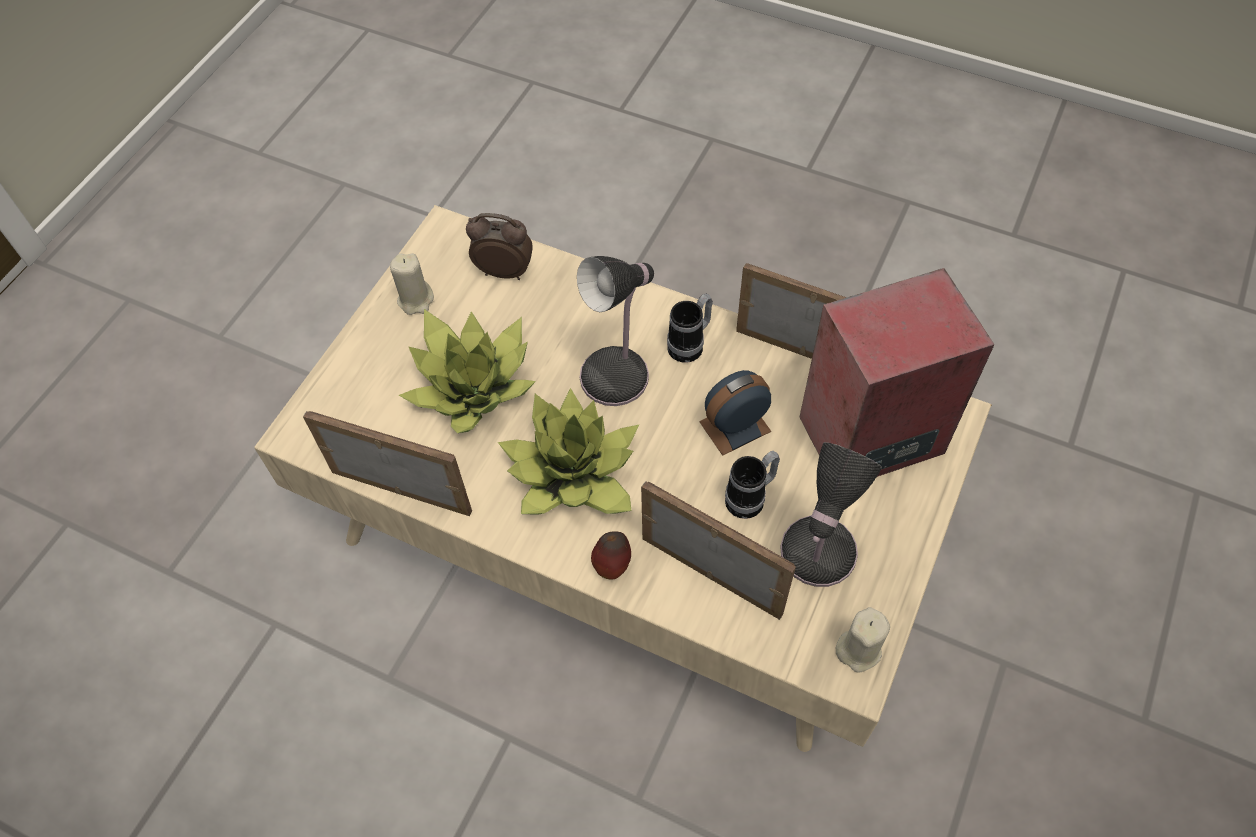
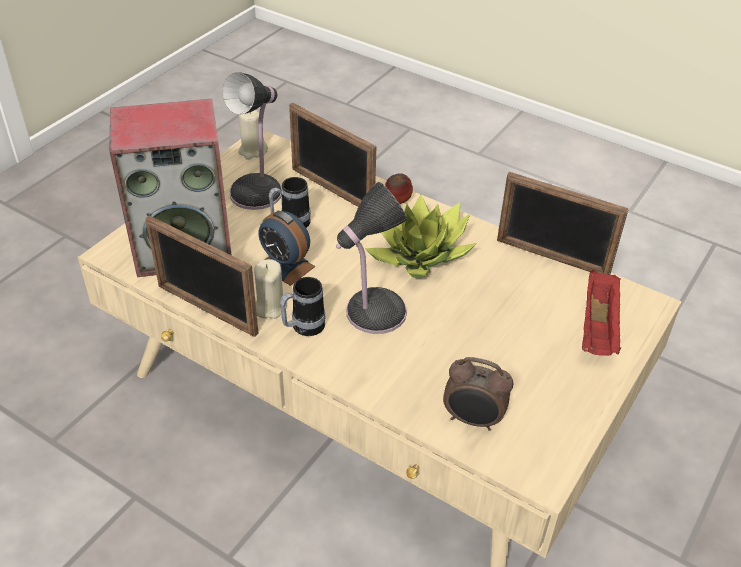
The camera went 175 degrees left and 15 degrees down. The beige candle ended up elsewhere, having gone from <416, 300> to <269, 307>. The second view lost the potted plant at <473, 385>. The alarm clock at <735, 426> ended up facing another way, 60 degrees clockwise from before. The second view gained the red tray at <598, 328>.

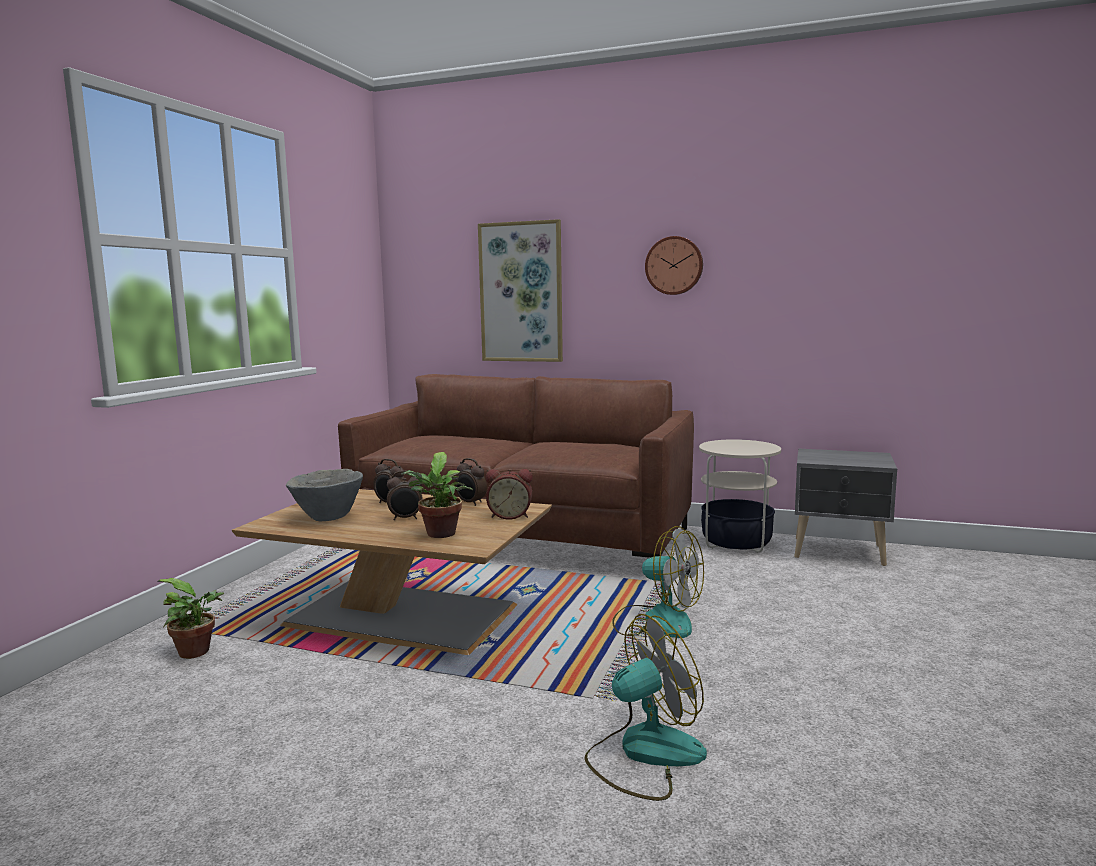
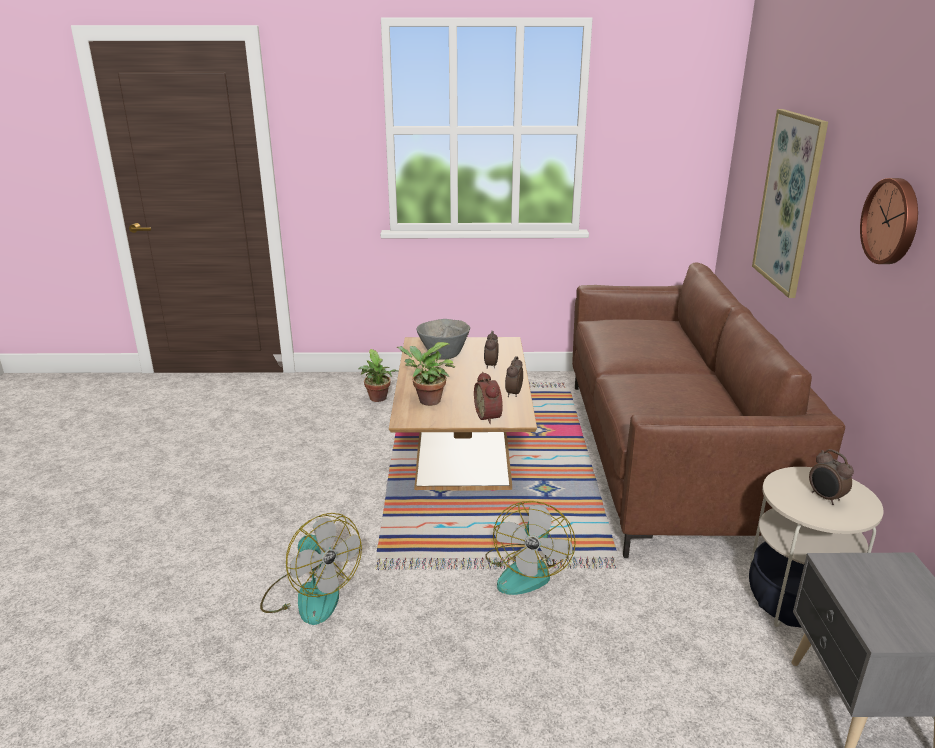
The camera went 70 degrees right and 15 degrees up. The alarm clock ended up elsewhere, having gone from <405, 518> to <825, 498>.

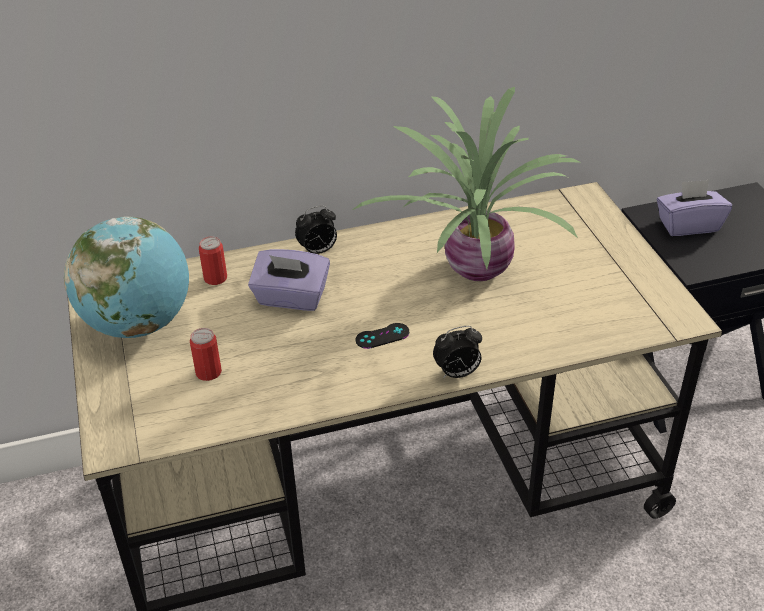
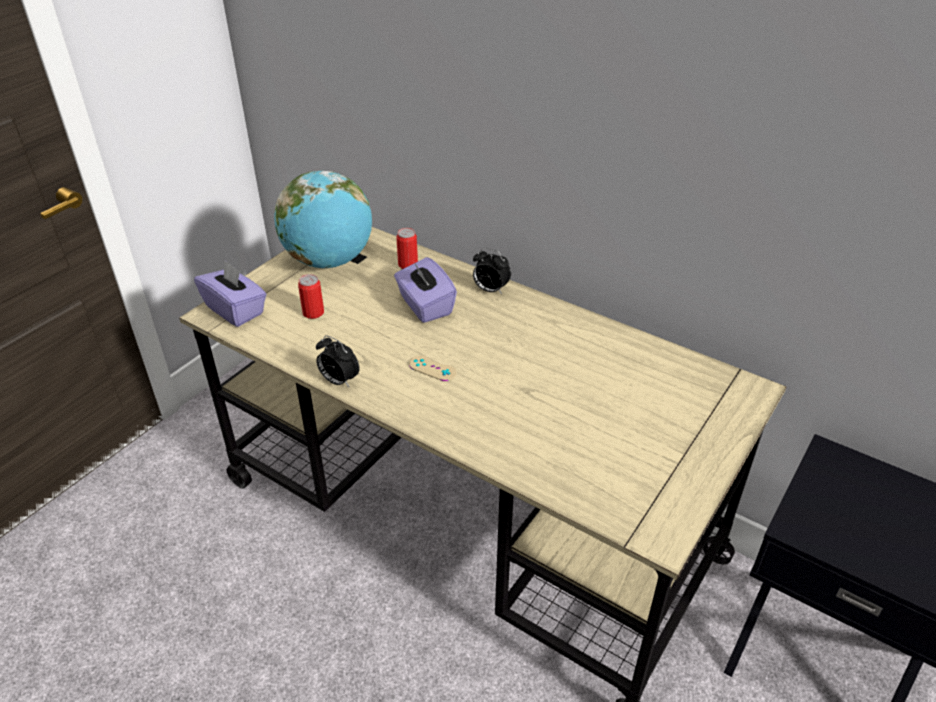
The camera went 50 degrees right and 0 degrees up. The second view lost the potted plant at <474, 267>. The purple tissue box ended up elsewhere, having gone from <688, 225> to <236, 310>. What was the black game controller at <382, 336> turned into the beige game controller at <432, 368>. The alarm clock ended up elsewhere, having gone from <457, 373> to <338, 381>.

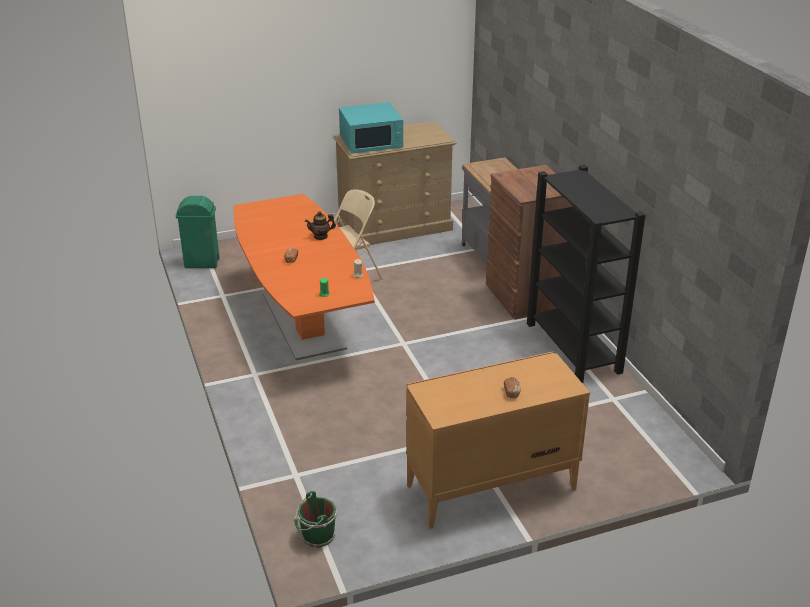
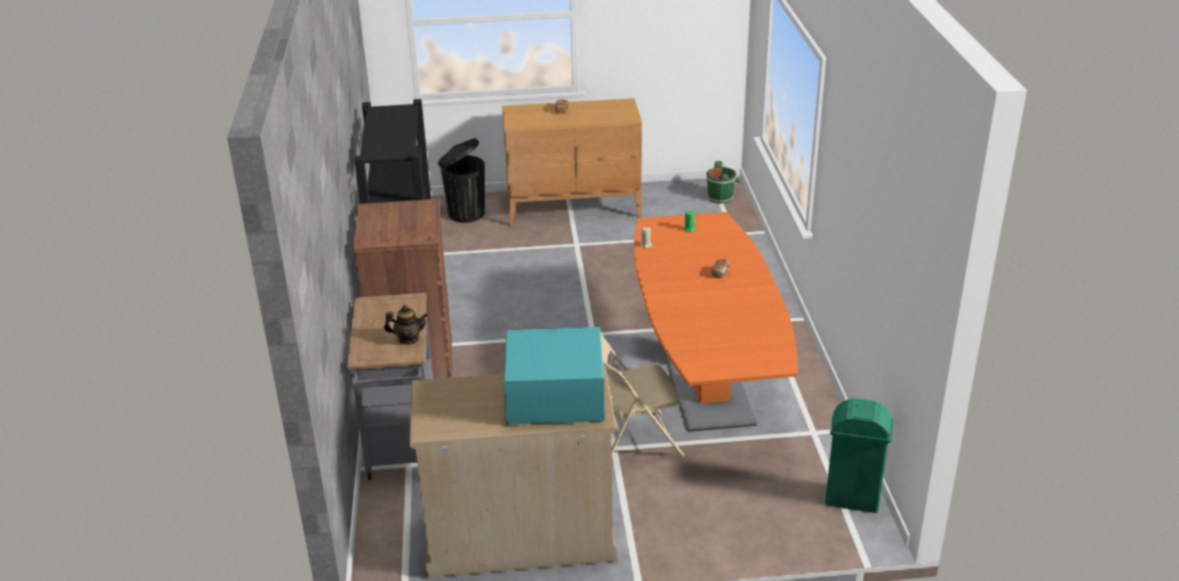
The camera went 165 degrees left and 0 degrees up. The teapot ended up elsewhere, having gone from <321, 236> to <408, 339>. The second view gained the black trash can at <465, 213>.

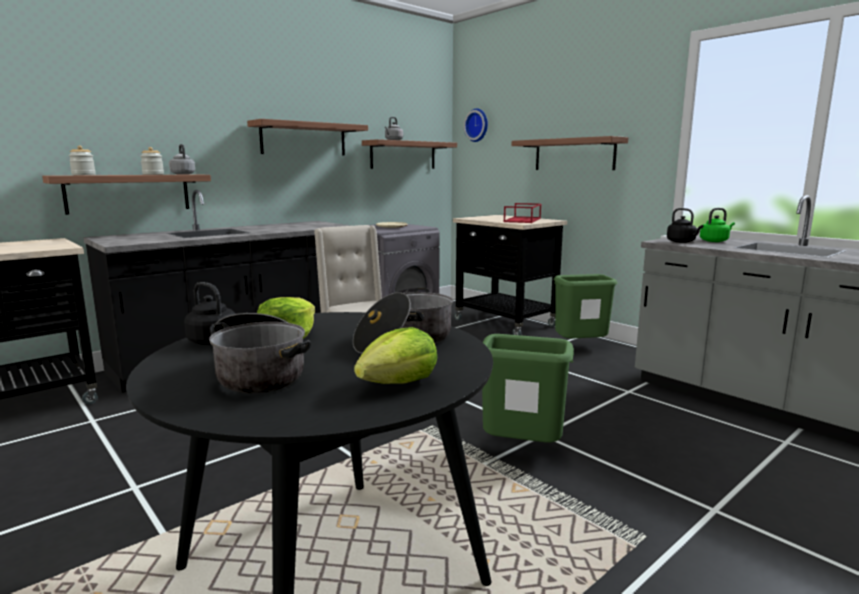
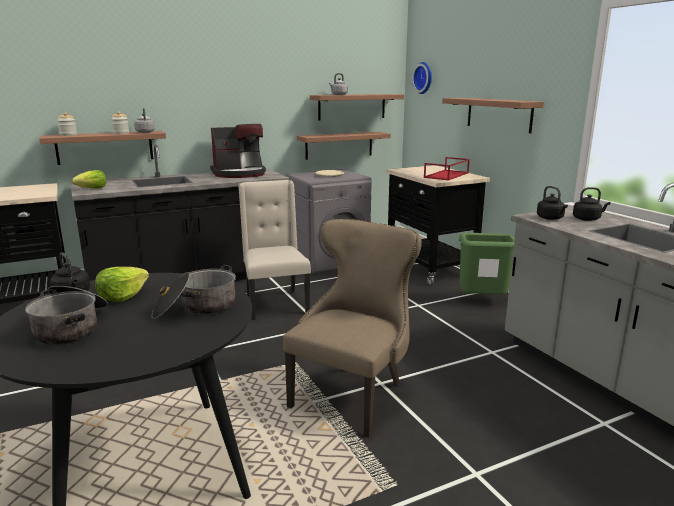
The camera went 15 degrees right and 5 degrees up. The shelf ended up elsewhere, having gone from <304, 139> to <339, 145>. What was the green kettle at <715, 241> turned into the black kettle at <587, 219>. The lettuce ended up elsewhere, having gone from <398, 383> to <92, 189>. Where the green trash can stood at <522, 450>, the beige chair came to stand at <353, 395>. The second view gained the coffee machine at <239, 174>.

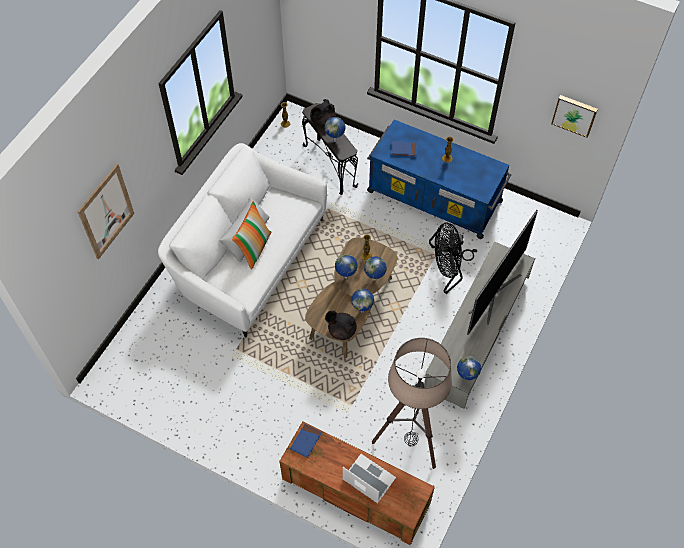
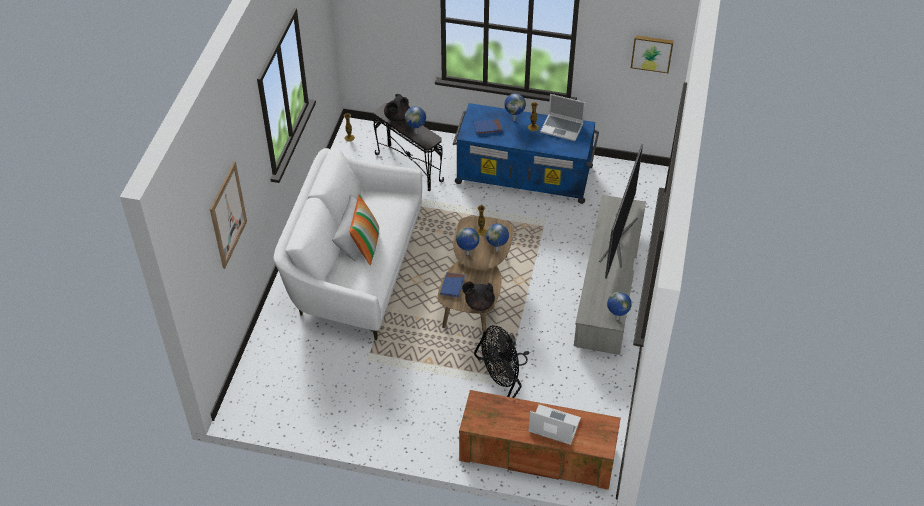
The camera went 15 degrees left and 10 degrees down. The black fan ended up elsewhere, having gone from <449, 266> to <503, 375>. The globe ended up elsewhere, having gone from <362, 310> to <514, 119>. The second view lost the floor lamp at <410, 438>. The blue book ended up elsewhere, having gone from <306, 441> to <452, 286>. The second view gained the laptop at <562, 128>.

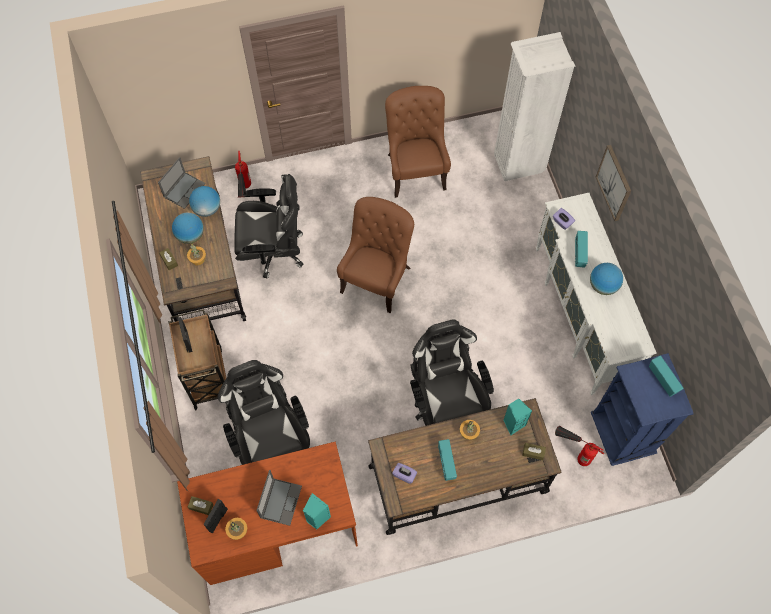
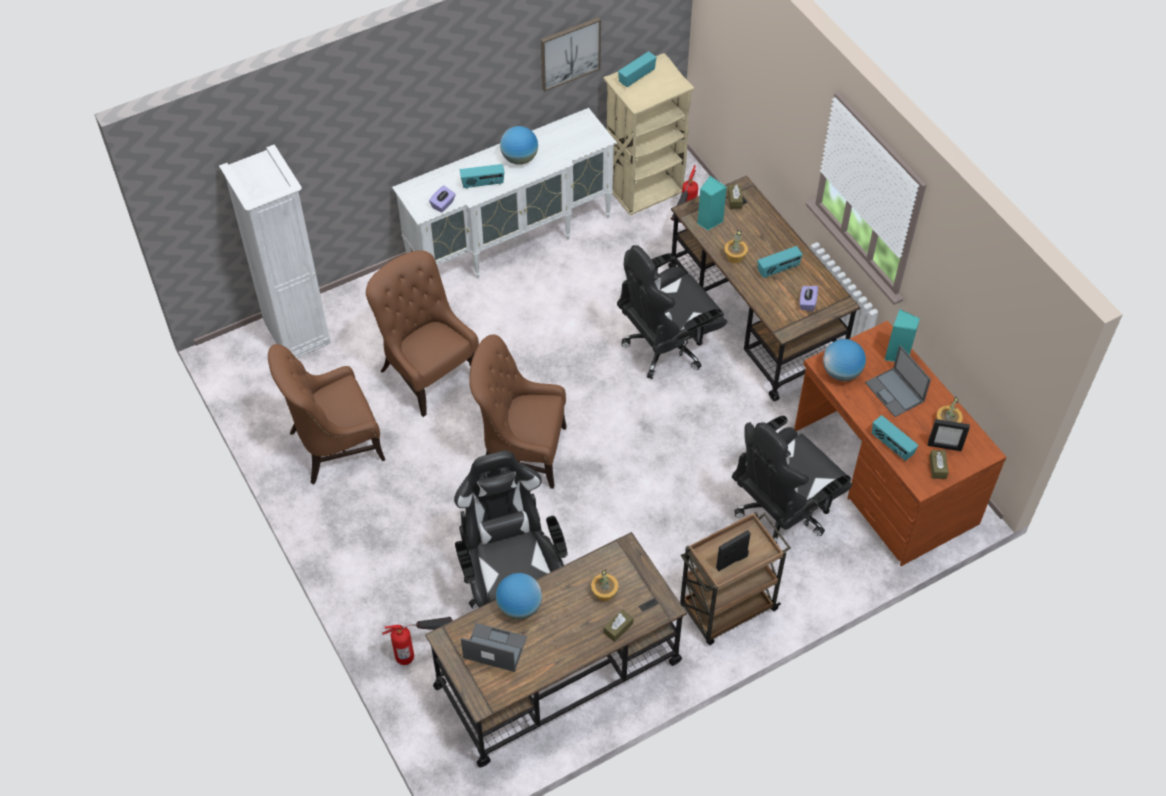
The camera went 105 degrees left and 10 degrees down. The picture ended up elsewhere, having gone from <614, 183> to <570, 53>. The globe ended up elsewhere, having gone from <190, 235> to <841, 372>. What was the blue bookcase at <623, 433> turned into the beige bookcase at <644, 185>. The laptop at <281, 501> ended up facing another way, 120 degrees counterclockwise from before. The second view gained the brown chair at <428, 373>. The second view gained the radio at <891, 445>.

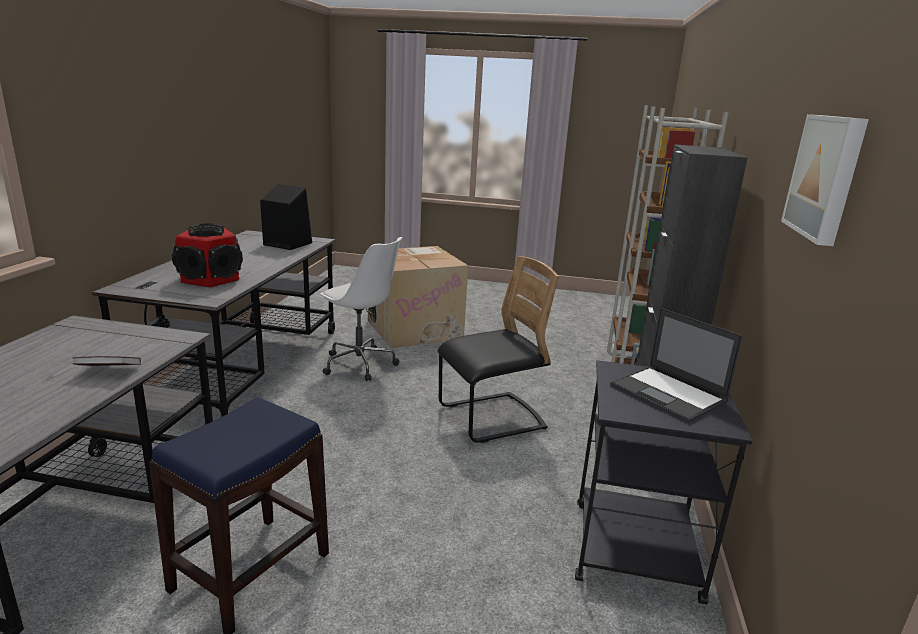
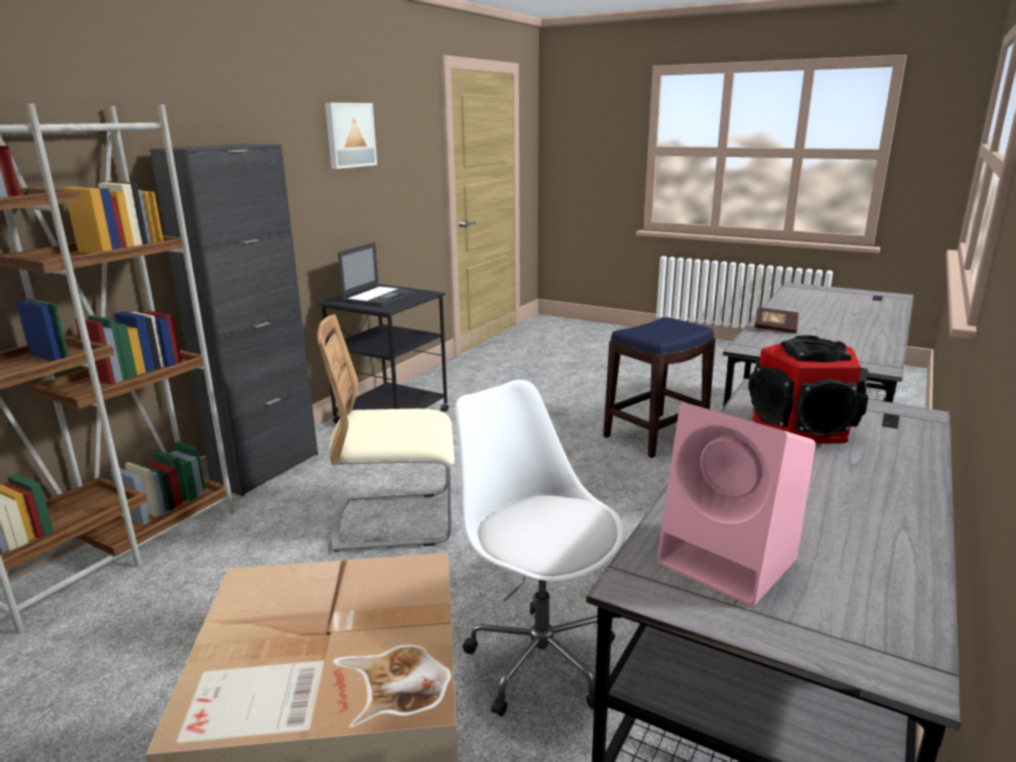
The camera went 160 degrees left and 0 degrees up. What was the black speaker at <286, 244> turned into the pink speaker at <731, 562>. What was the black chair at <491, 418> turned into the beige chair at <395, 520>. The laptop at <669, 394> ended up facing another way, 45 degrees clockwise from before.

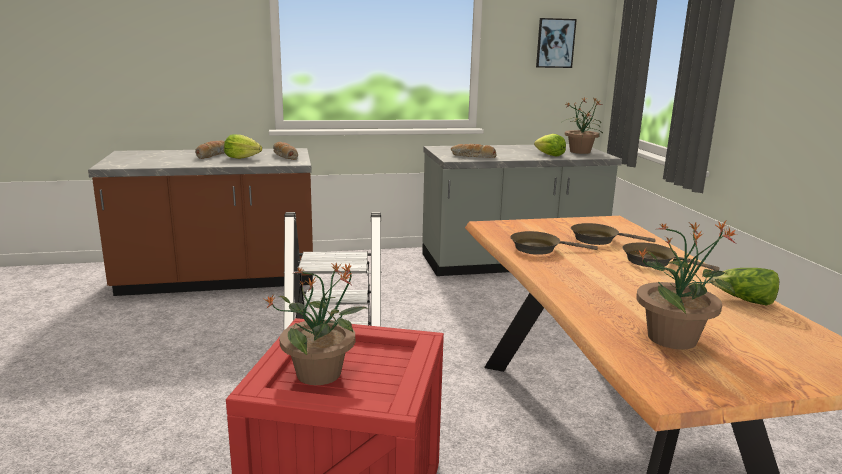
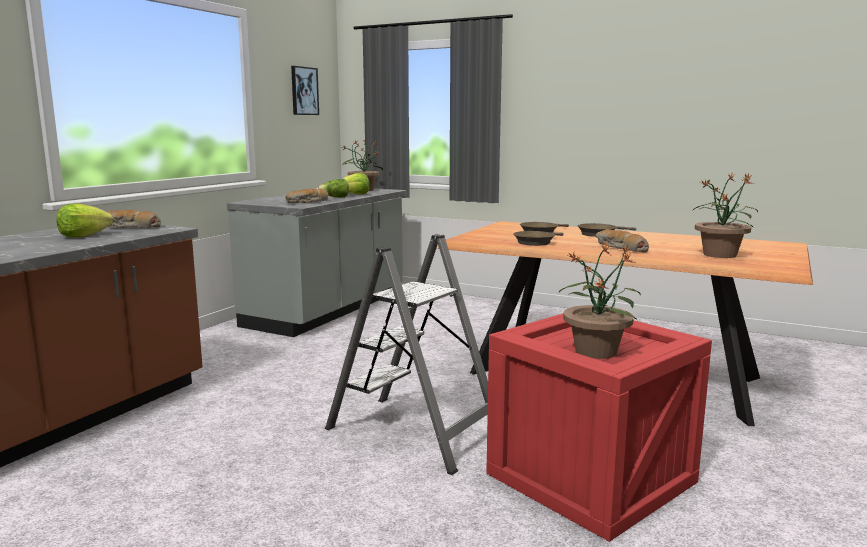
The camera went 50 degrees left and 5 degrees down. The bread ended up elsewhere, having gone from <212, 155> to <619, 248>. The lettuce ended up elsewhere, having gone from <744, 300> to <334, 197>.

